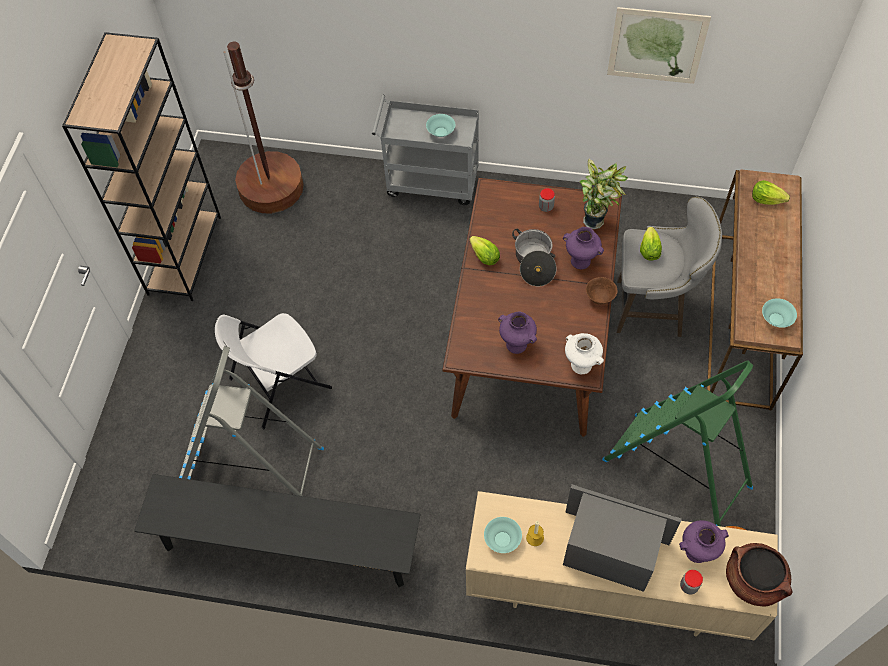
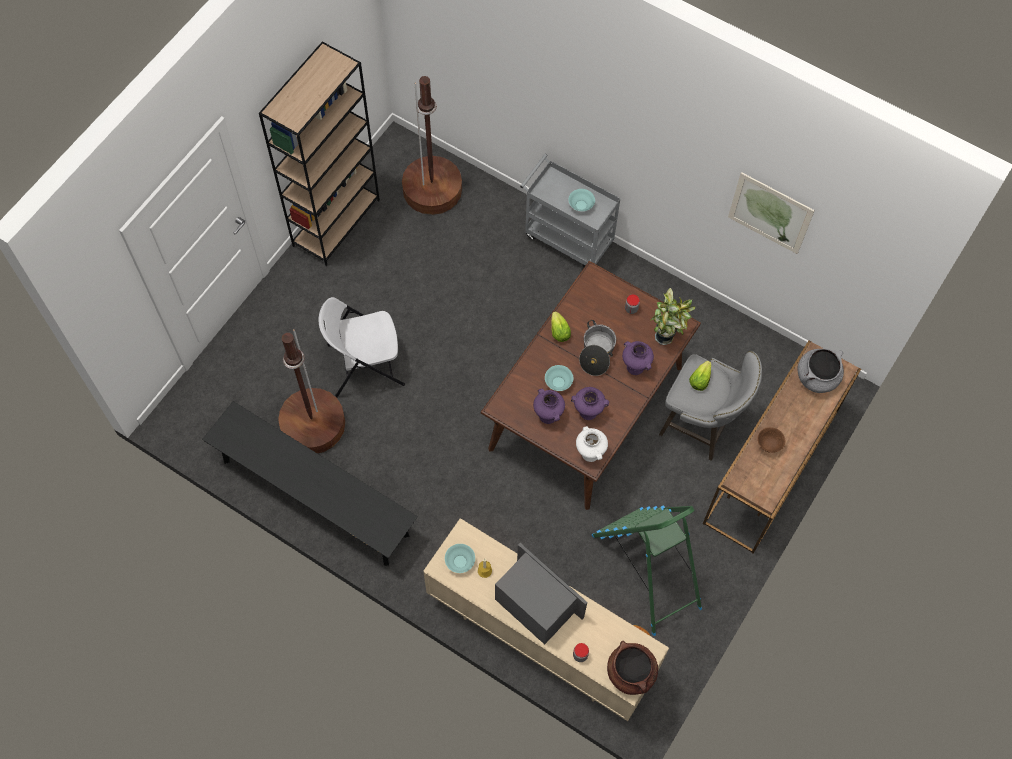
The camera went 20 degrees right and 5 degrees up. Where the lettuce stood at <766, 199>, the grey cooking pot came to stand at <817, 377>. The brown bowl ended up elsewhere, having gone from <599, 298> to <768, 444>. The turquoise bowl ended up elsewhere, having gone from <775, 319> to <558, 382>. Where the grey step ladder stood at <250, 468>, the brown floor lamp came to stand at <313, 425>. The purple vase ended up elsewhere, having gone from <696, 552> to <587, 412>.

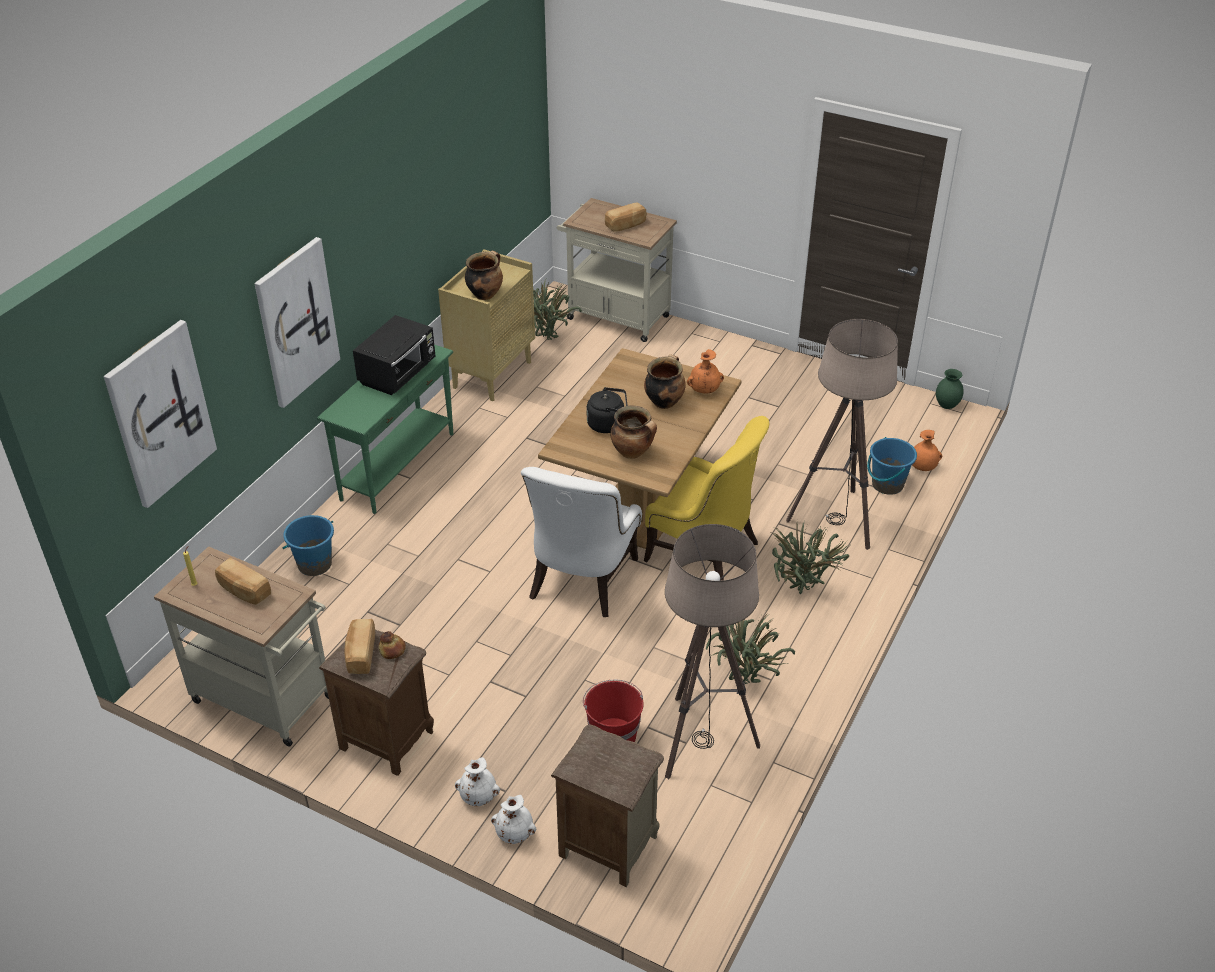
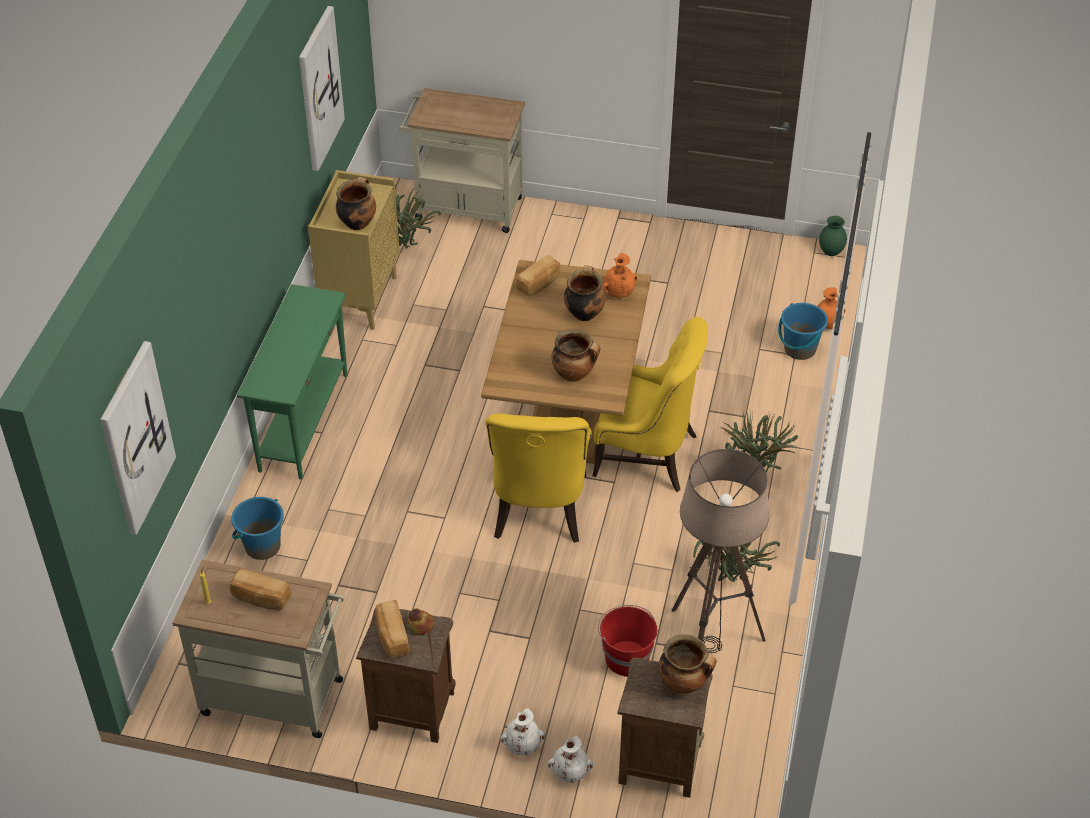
The camera went 15 degrees left and 5 degrees up. The bread ended up elsewhere, having gone from <626, 225> to <539, 284>. The picture ended up elsewhere, having gone from <296, 322> to <319, 88>. The second view lost the black microwave at <398, 374>. The second view lost the floor lamp at <836, 520>. The second view lost the black kettle at <608, 424>. What was the white chair at <582, 579> turned into the yellow chair at <539, 507>. The second view gained the cooking pot at <684, 683>.

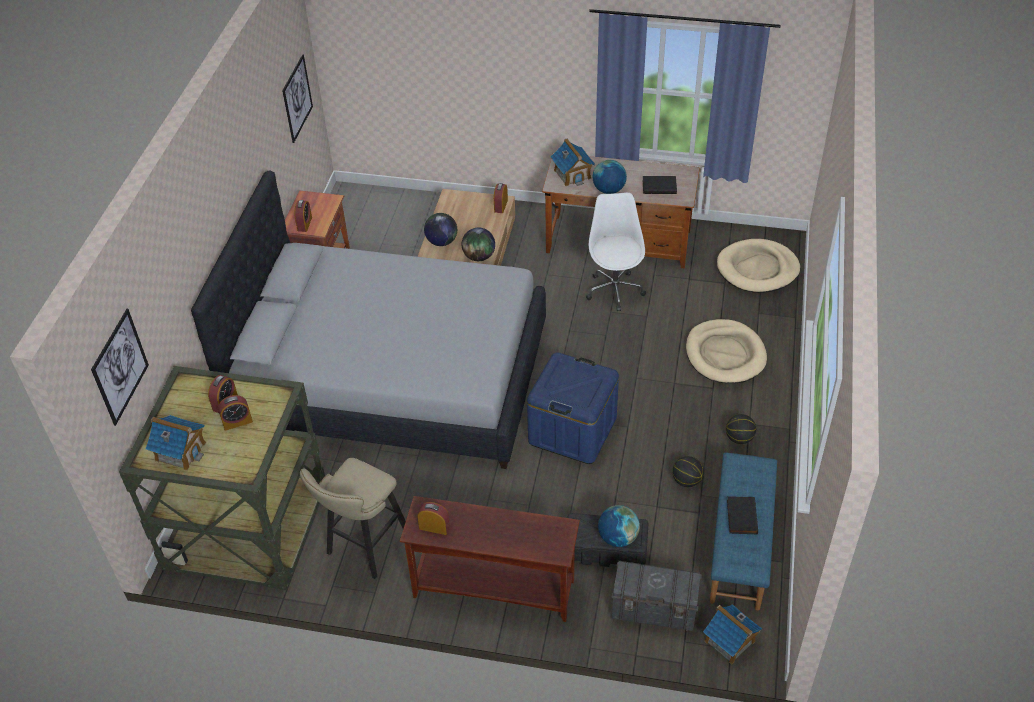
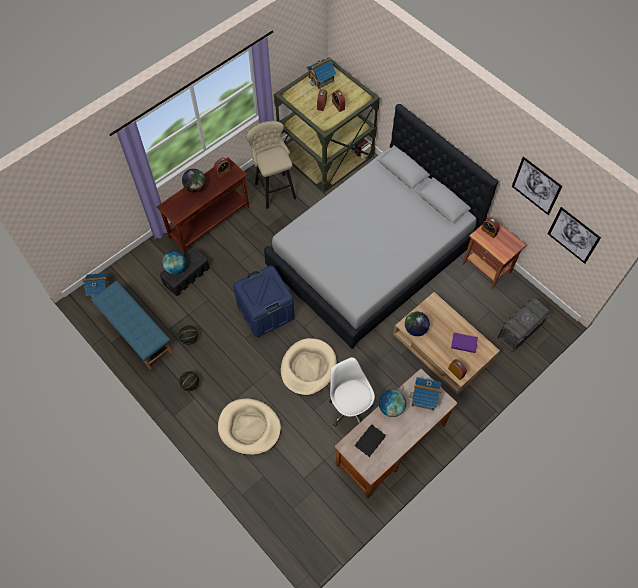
The camera went 125 degrees right and 15 degrees up. The white office chair at <614, 290> ended up facing another way, 150 degrees counterclockwise from before. The globe ended up elsewhere, having gone from <441, 242> to <195, 187>. The beige dog bed ended up elsewhere, having gone from <757, 269> to <308, 368>. The picture ended up elsewhere, having gone from <120, 367> to <536, 186>. The second view lost the black book at <740, 516>. The grey storage box ended up elsewhere, having gone from <654, 610> to <519, 331>. The second view gained the purple book at <464, 343>.

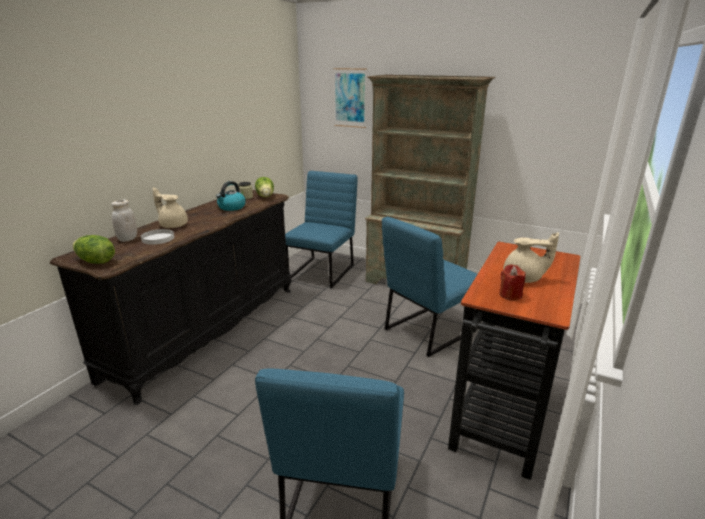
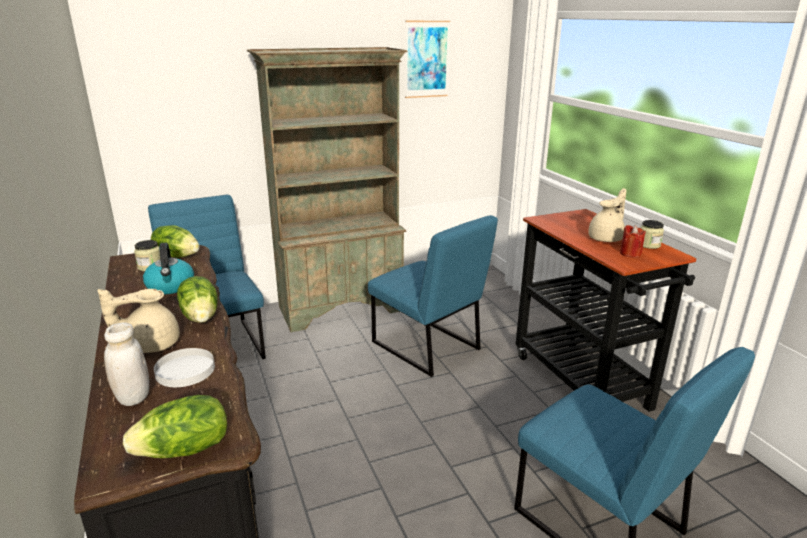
The camera went 50 degrees left and 0 degrees up. The picture ended up elsewhere, having gone from <350, 98> to <427, 59>. The blue chair at <428, 330> ended up facing another way, 45 degrees counterclockwise from before. The second view gained the jar at <648, 245>. The second view gained the lettuce at <201, 316>.

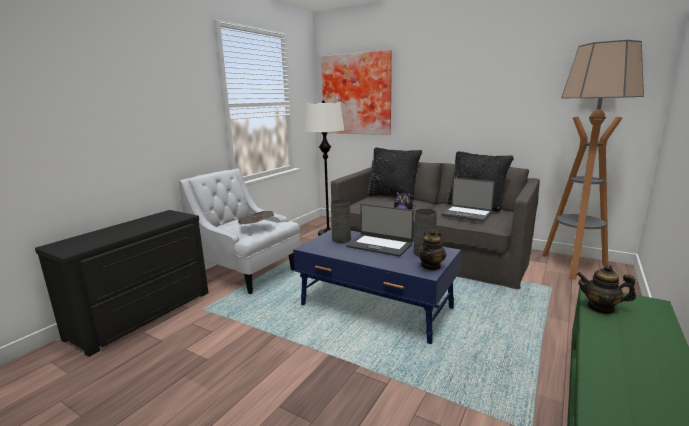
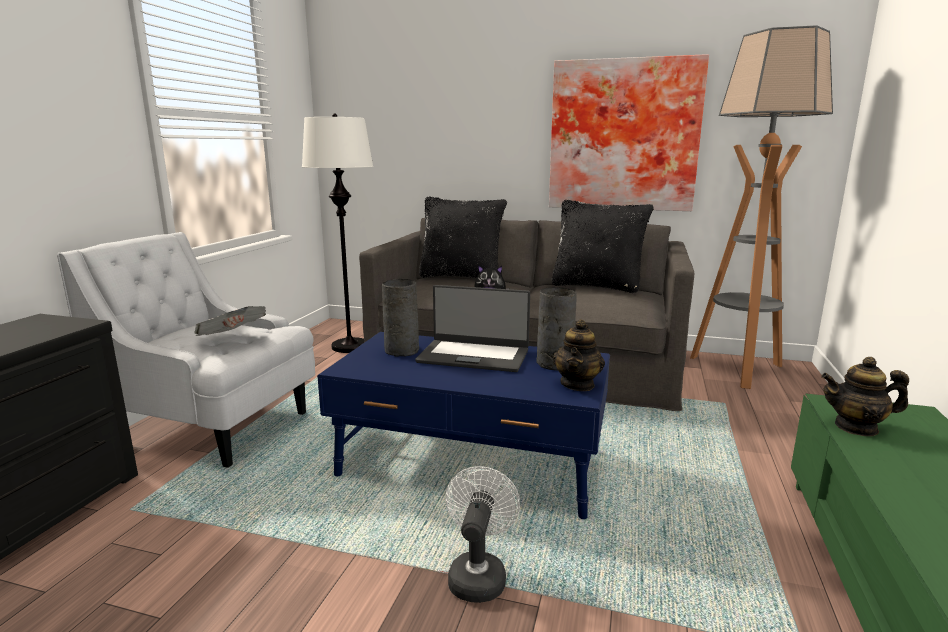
The camera went 15 degrees left and 0 degrees up. The picture ended up elsewhere, having gone from <357, 94> to <623, 136>. The second view lost the laptop at <467, 214>. The second view gained the white fan at <478, 574>.

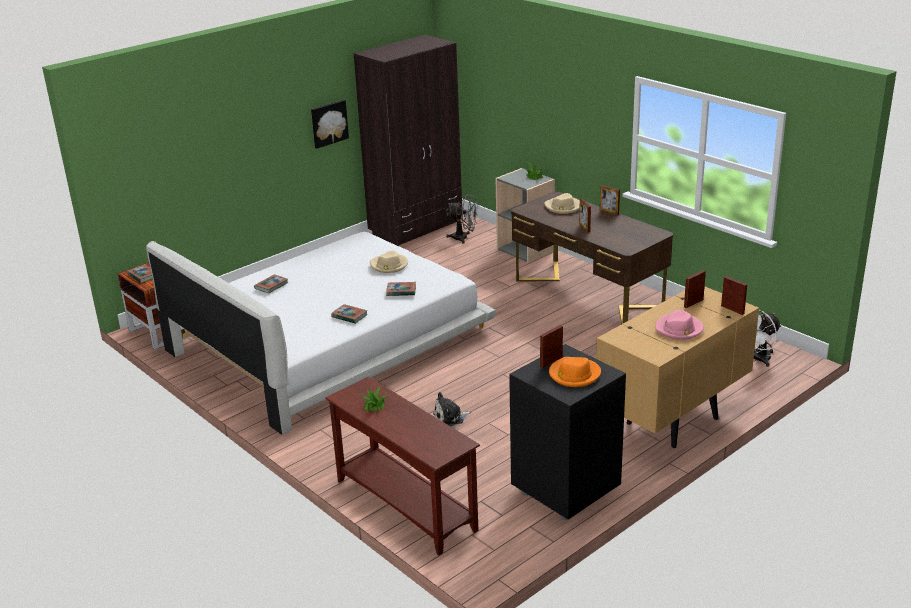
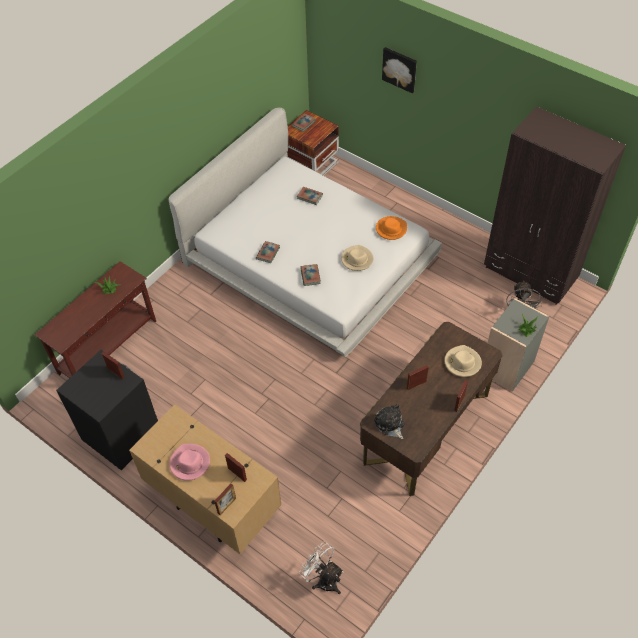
The camera went 80 degrees right and 25 degrees up. The picture ended up elsewhere, having gone from <329, 123> to <400, 69>. The orange hat ended up elsewhere, having gone from <574, 374> to <391, 229>. The plush toy ended up elsewhere, having gone from <450, 418> to <389, 424>.

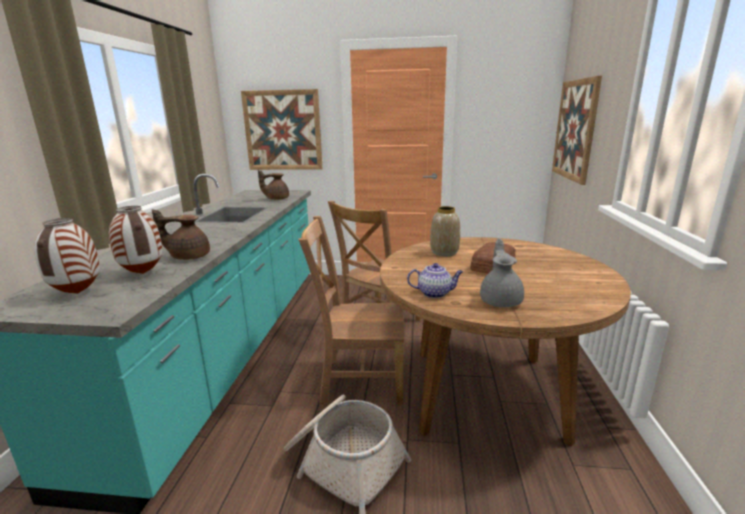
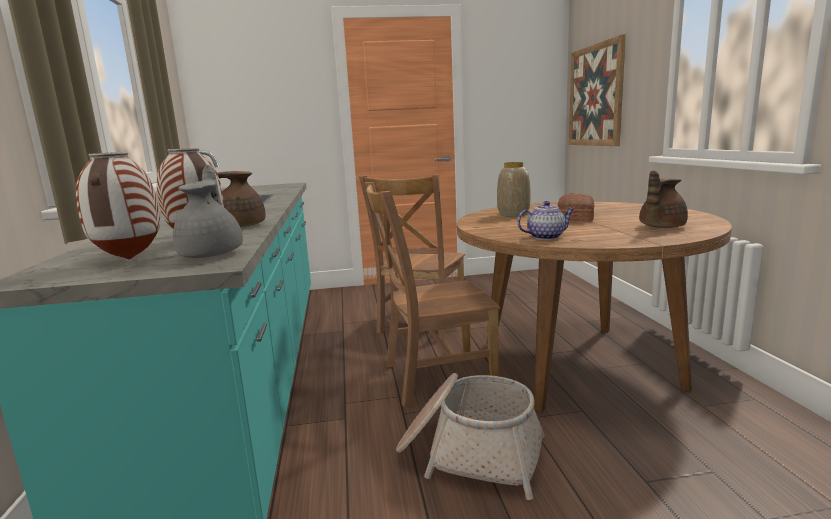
The camera went 15 degrees left and 5 degrees down. The second view lost the picture at <283, 130>. The brown teapot ended up elsewhere, having gone from <276, 199> to <660, 227>. The grey teapot ended up elsewhere, having gone from <501, 301> to <213, 253>.

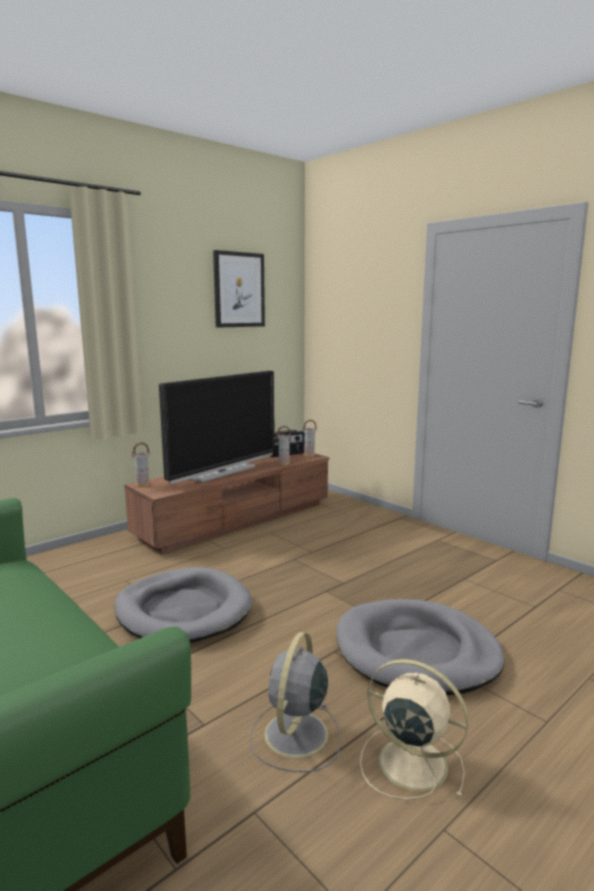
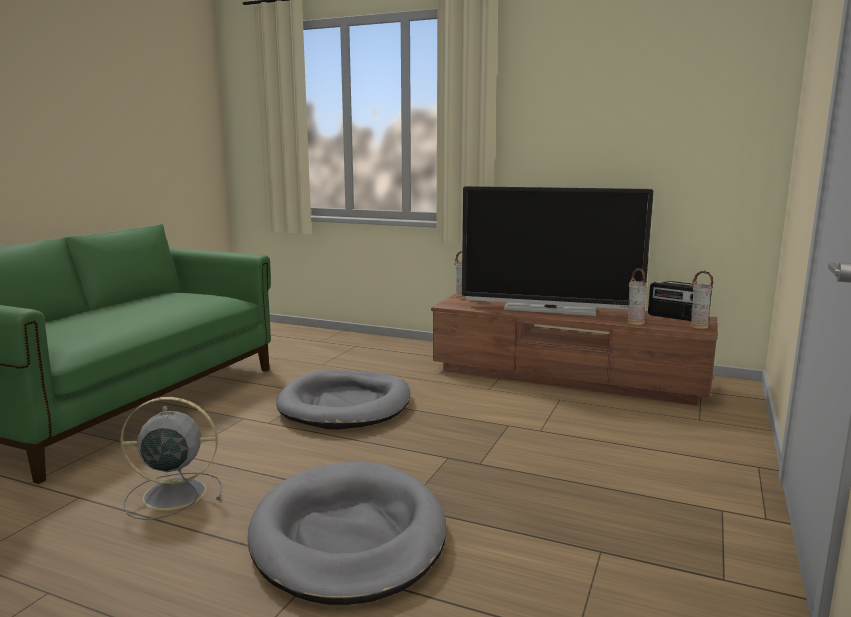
The camera went 65 degrees right and 0 degrees up. The second view lost the picture at <239, 290>. The second view lost the beige fan at <409, 762>.

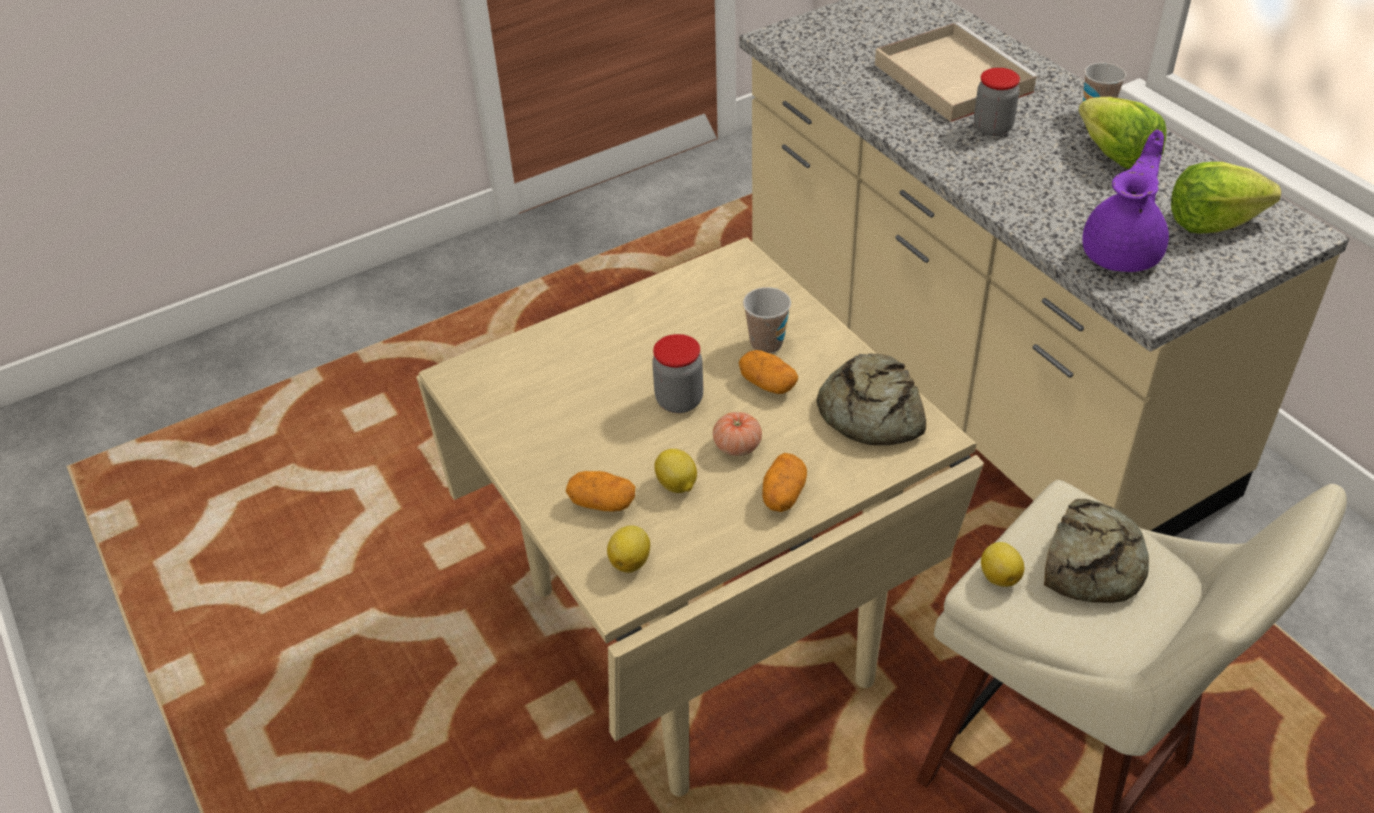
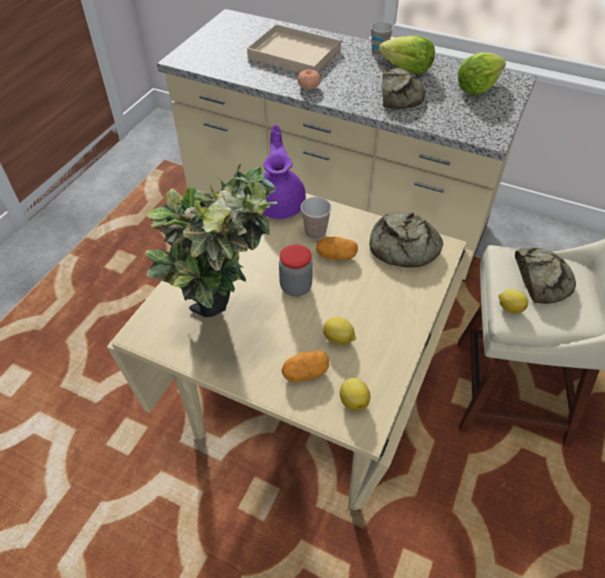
The camera went 35 degrees left and 5 degrees up. The second view lost the jar at <992, 128>. The purple teapot ended up elsewhere, having gone from <1123, 252> to <281, 204>. The tomato ended up elsewhere, having gone from <737, 446> to <309, 87>. The second view lost the potato at <783, 494>. The second view gained the bread at <399, 95>. The second view gained the potted plant at <227, 331>.

